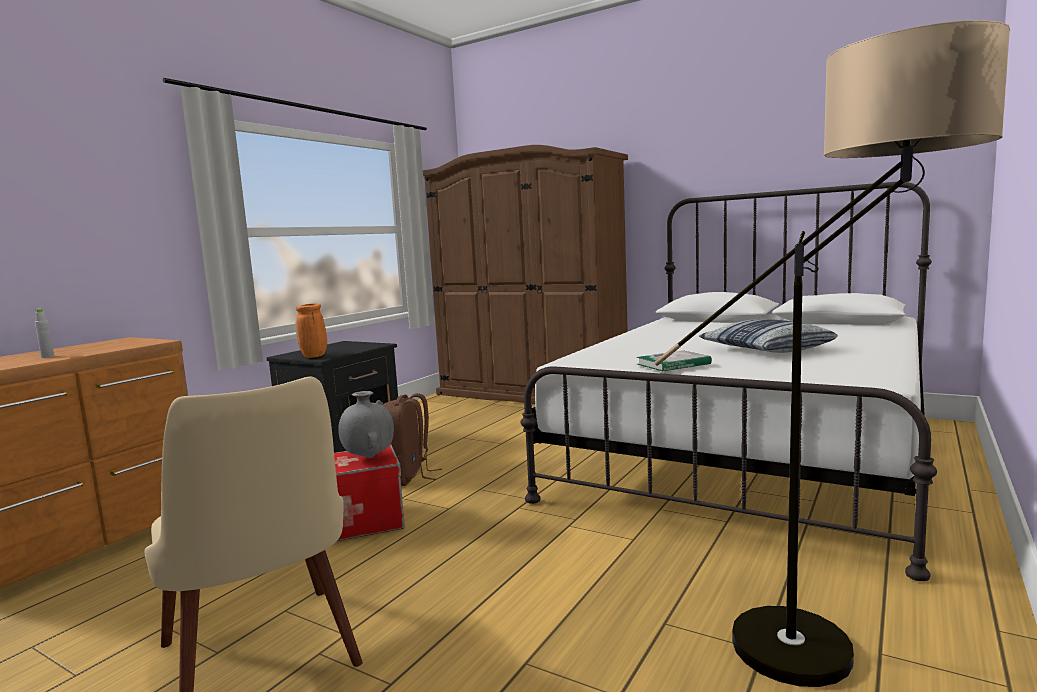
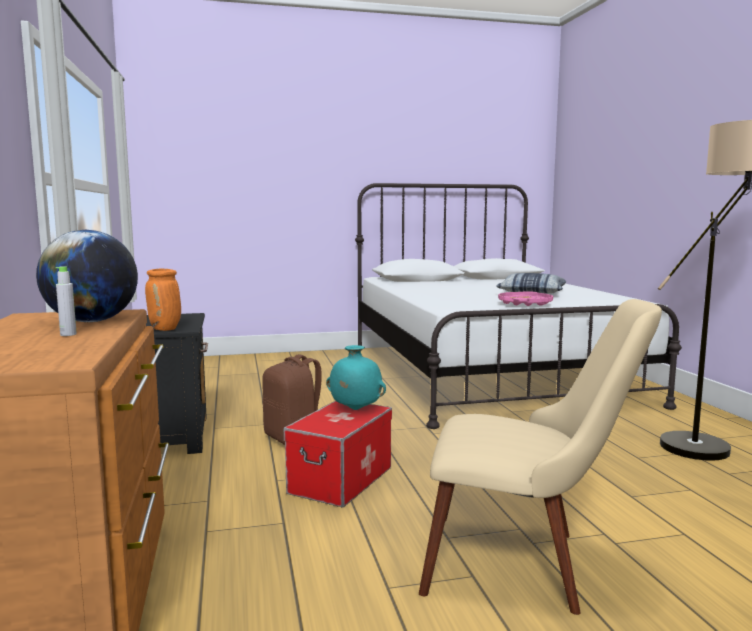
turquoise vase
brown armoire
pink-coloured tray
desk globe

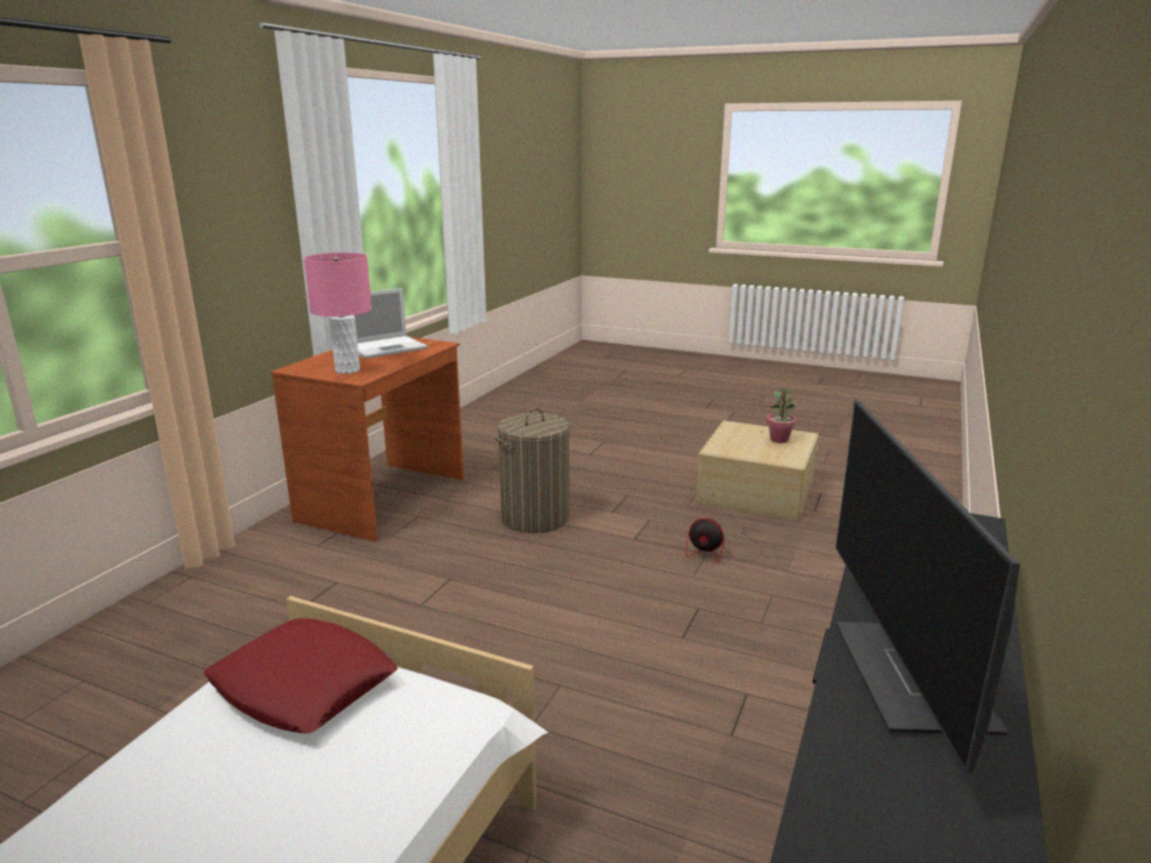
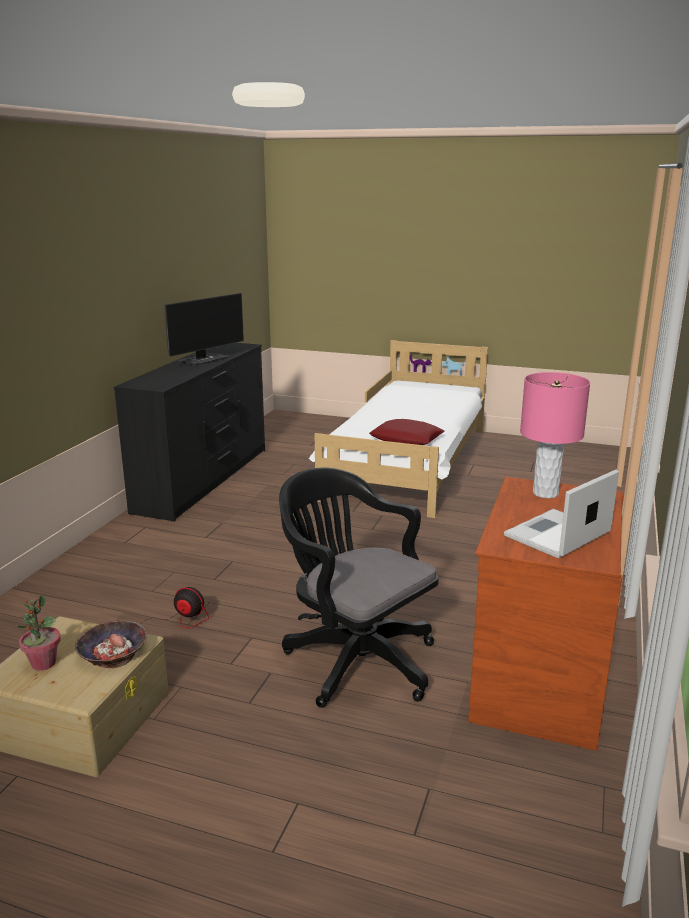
blackish desk chair
monitor
bowl

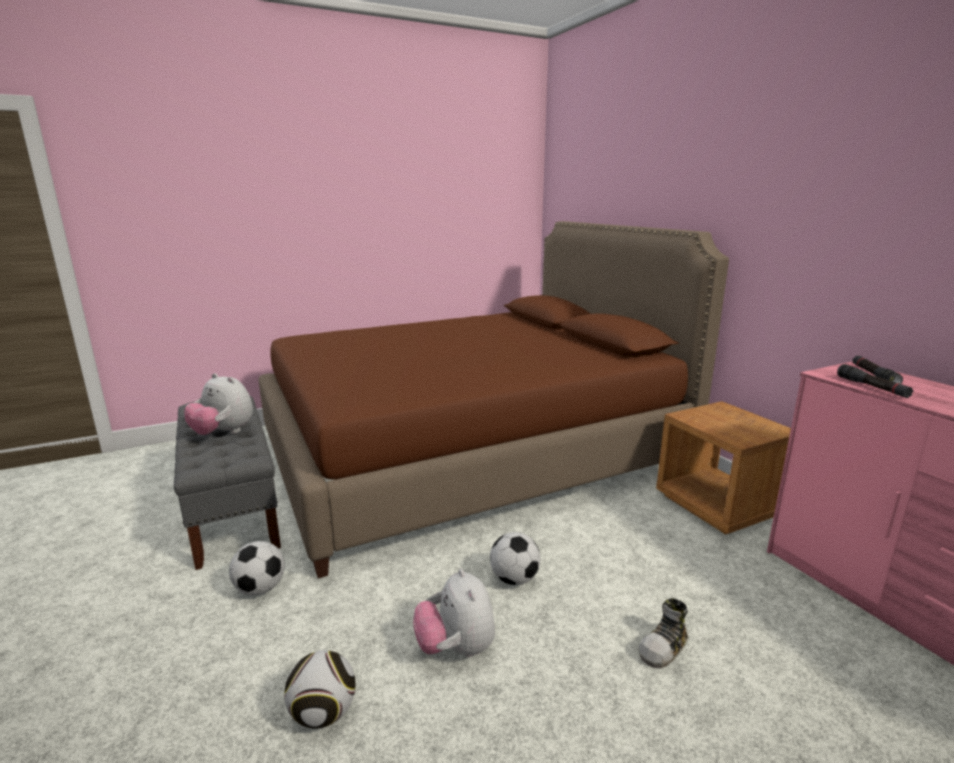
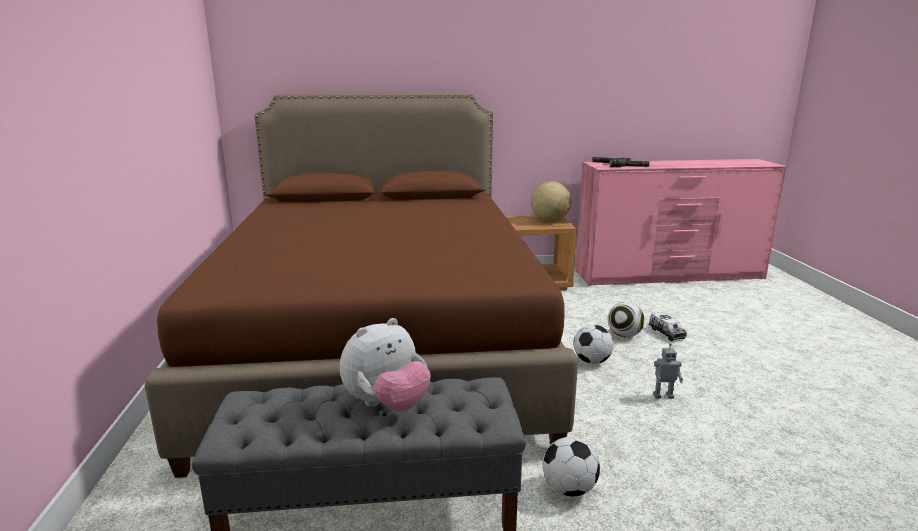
ball for football (3rd from left)
model robot
toy lorry
desk globe

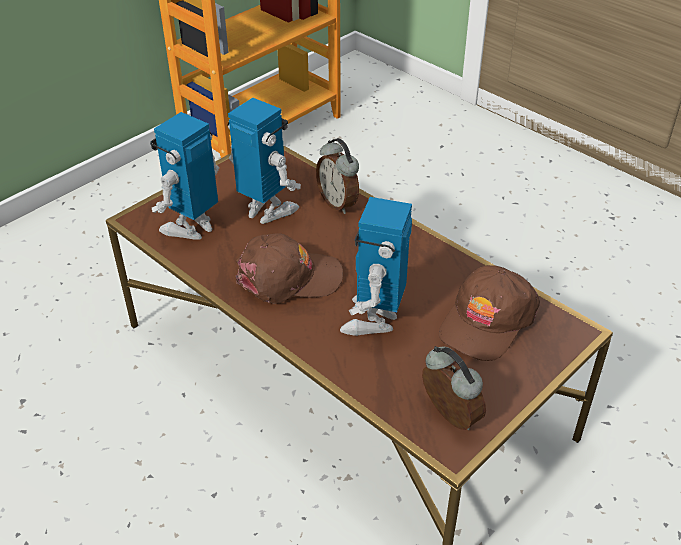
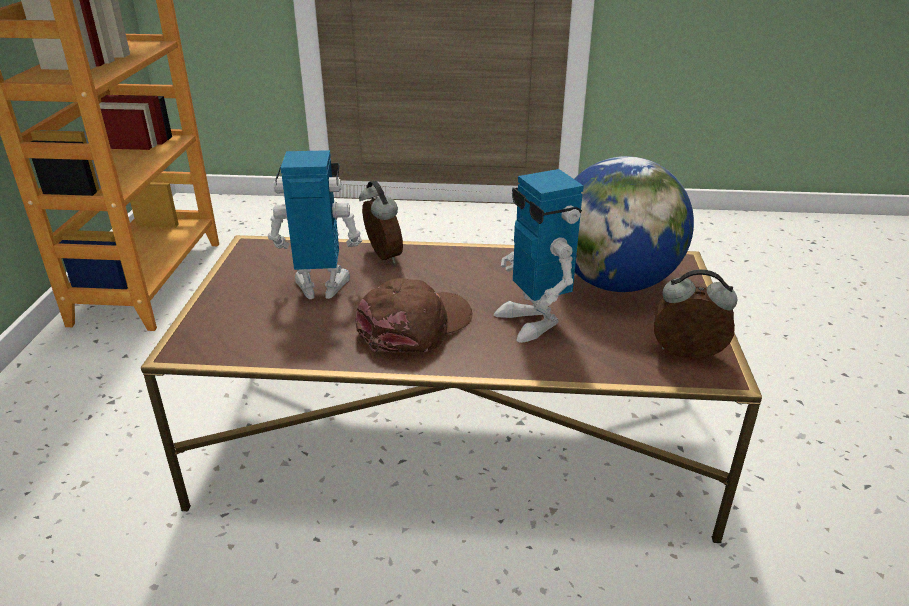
model robot (1st from left in the first image)
bedside clock (1st from left)
desk globe

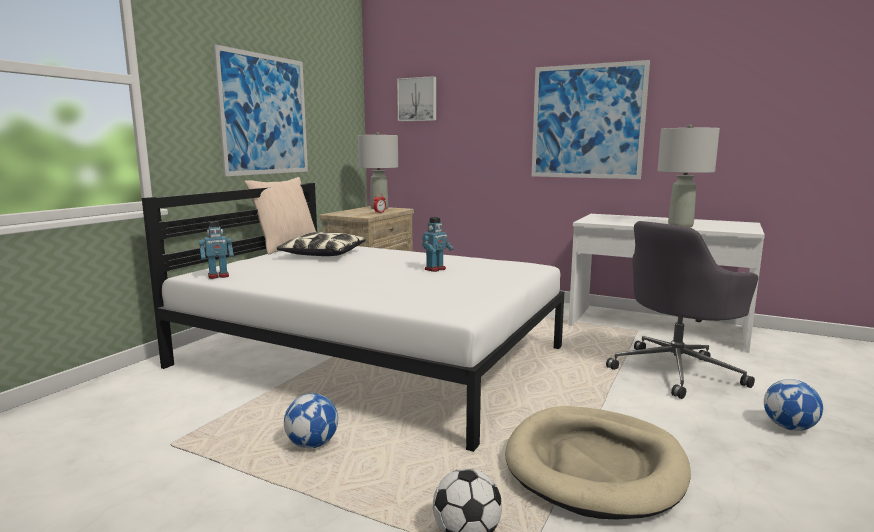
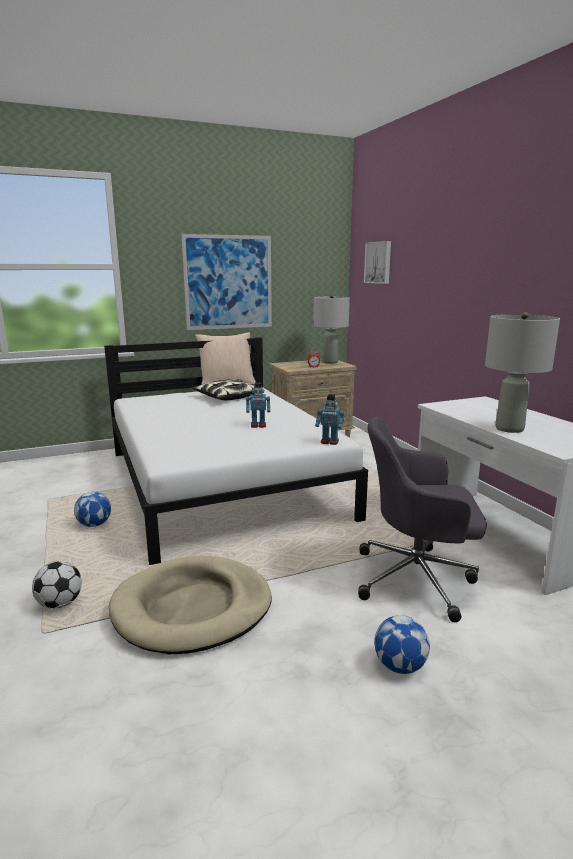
model robot (2nd from left)
wall art (3rd from left in the first image)

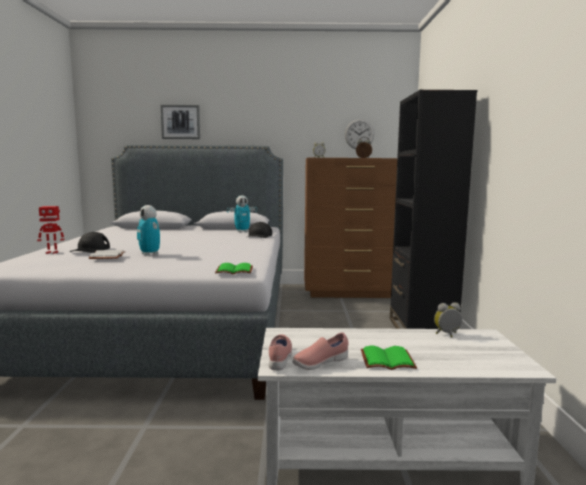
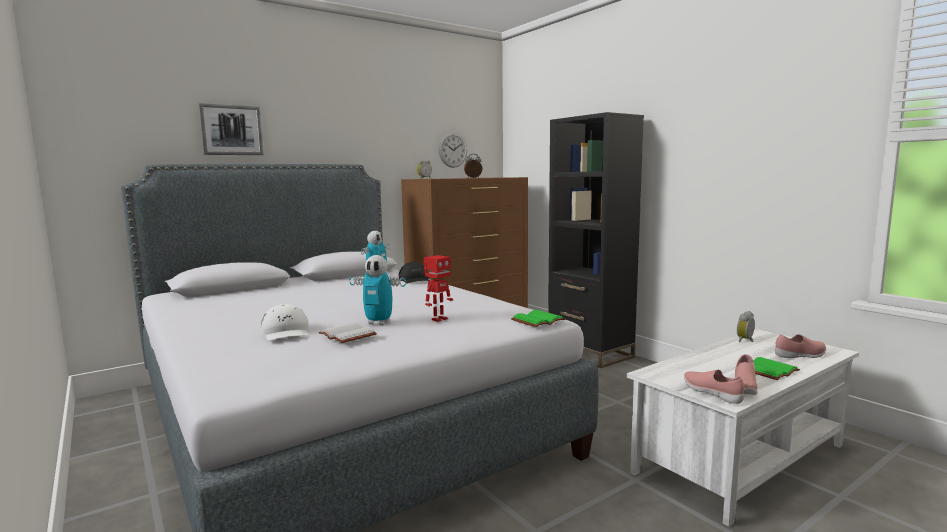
model robot (3rd from left)
whitish peaked cap
pink-coloured low shoe (3rd from left)

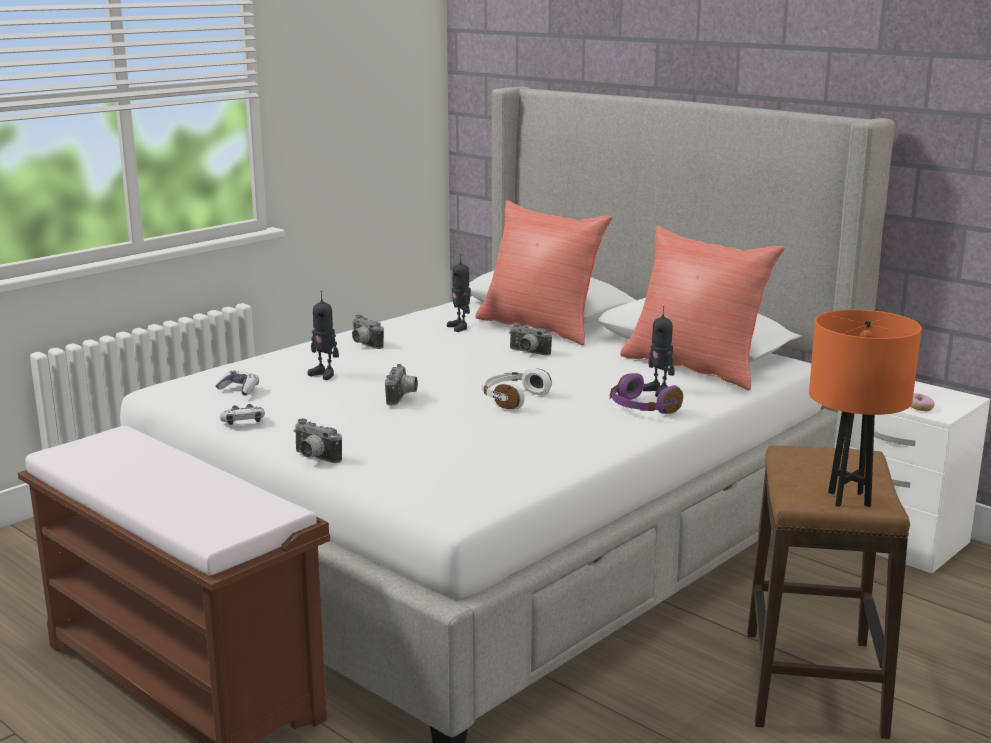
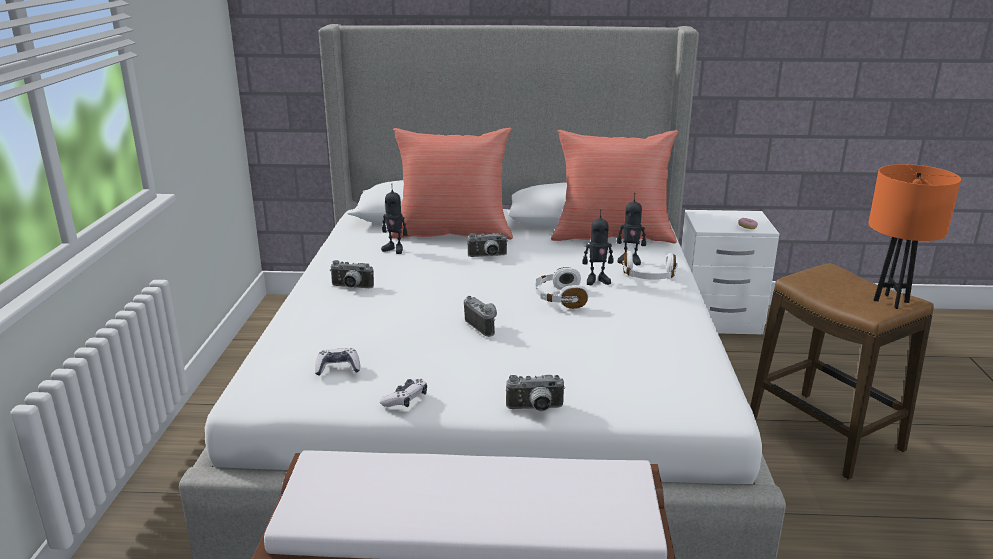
model robot (2nd from left)
whitish headset (2nd from left)

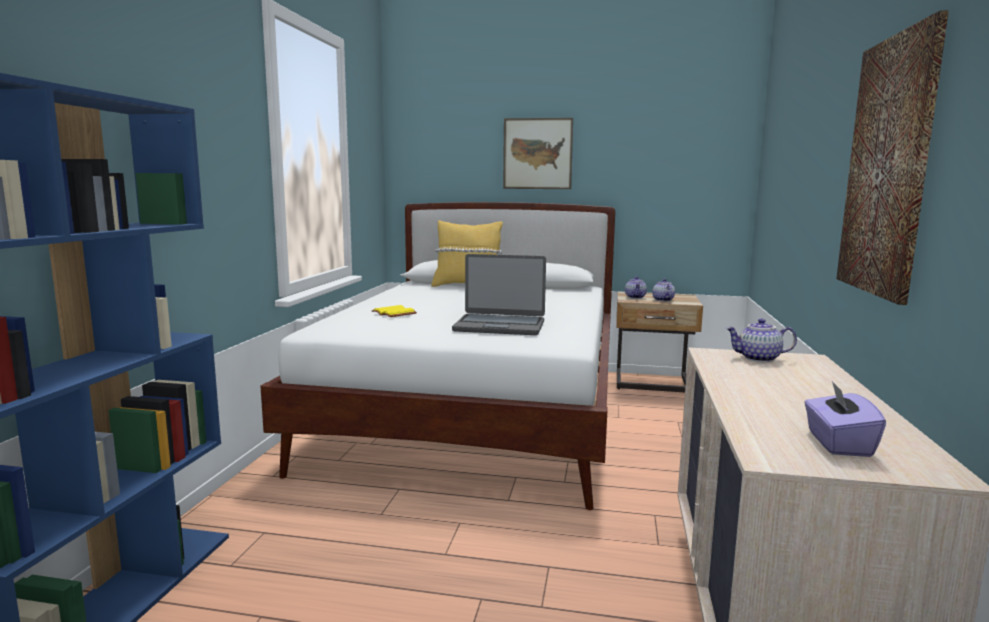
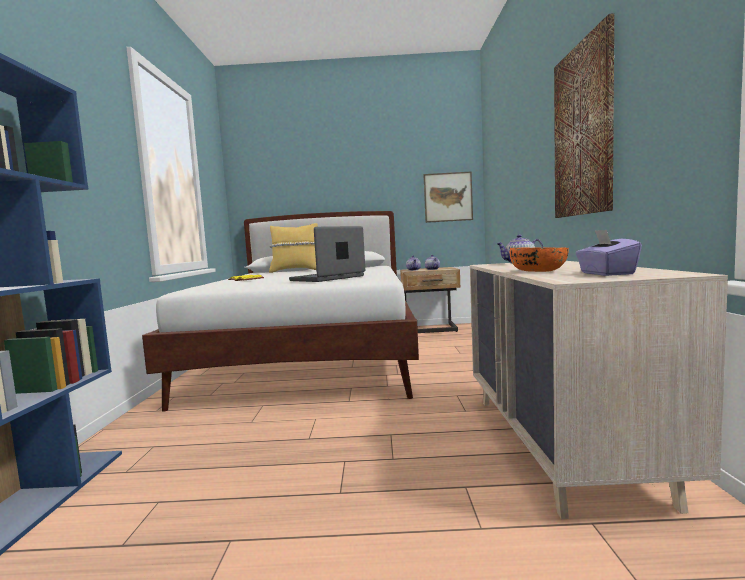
notebook computer
wall art (1st from left)
orangey bowl

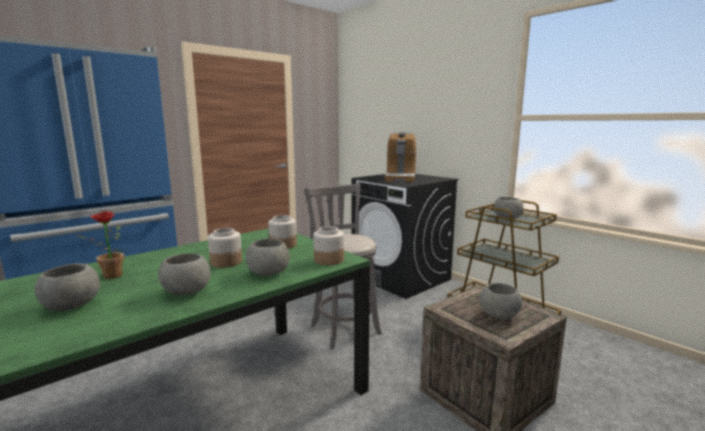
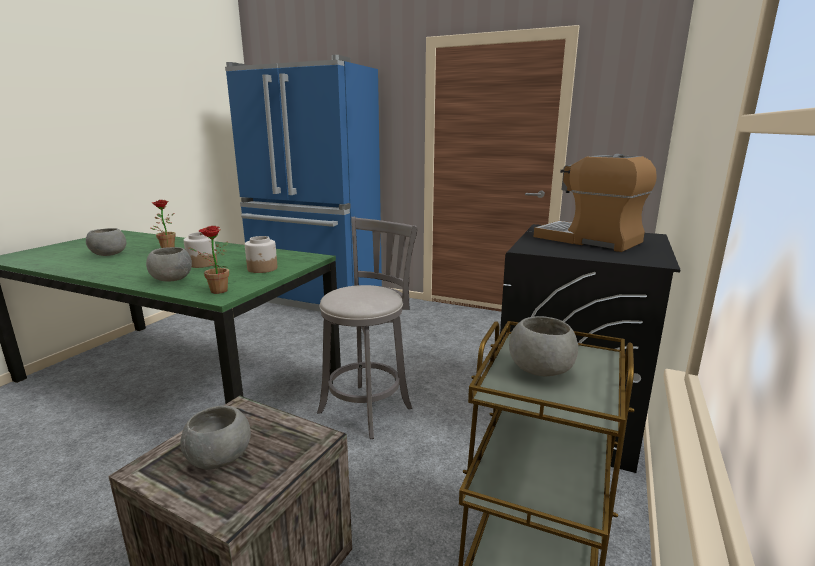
greyish bowl (2nd from left in the first image)
potted plant (2nd from left)
coffee brewer

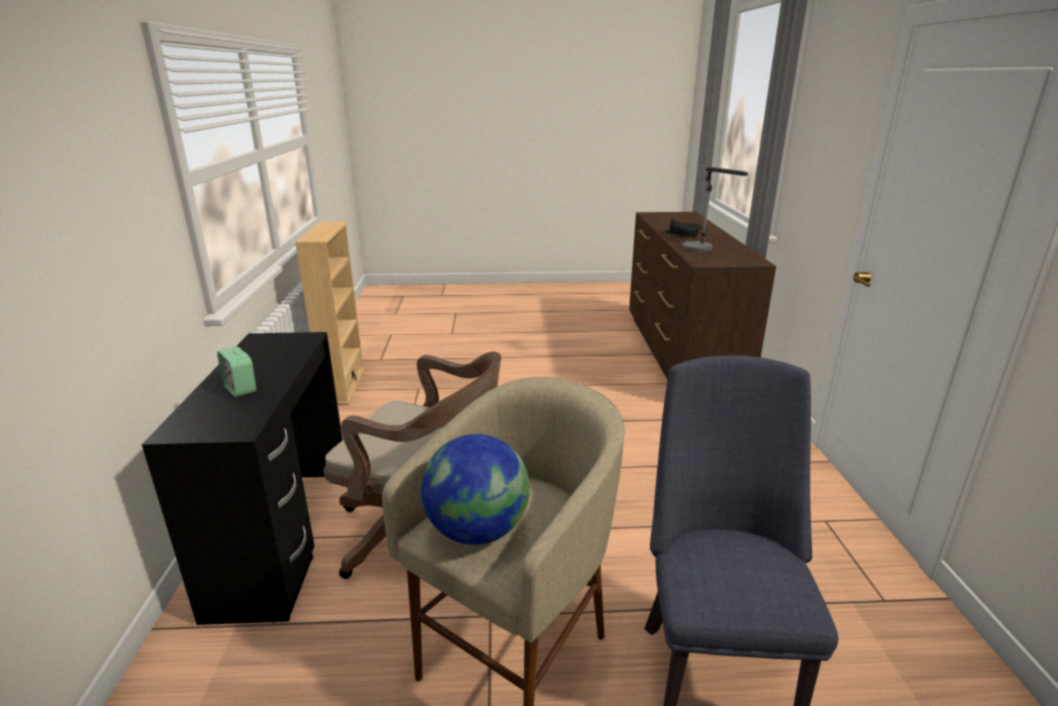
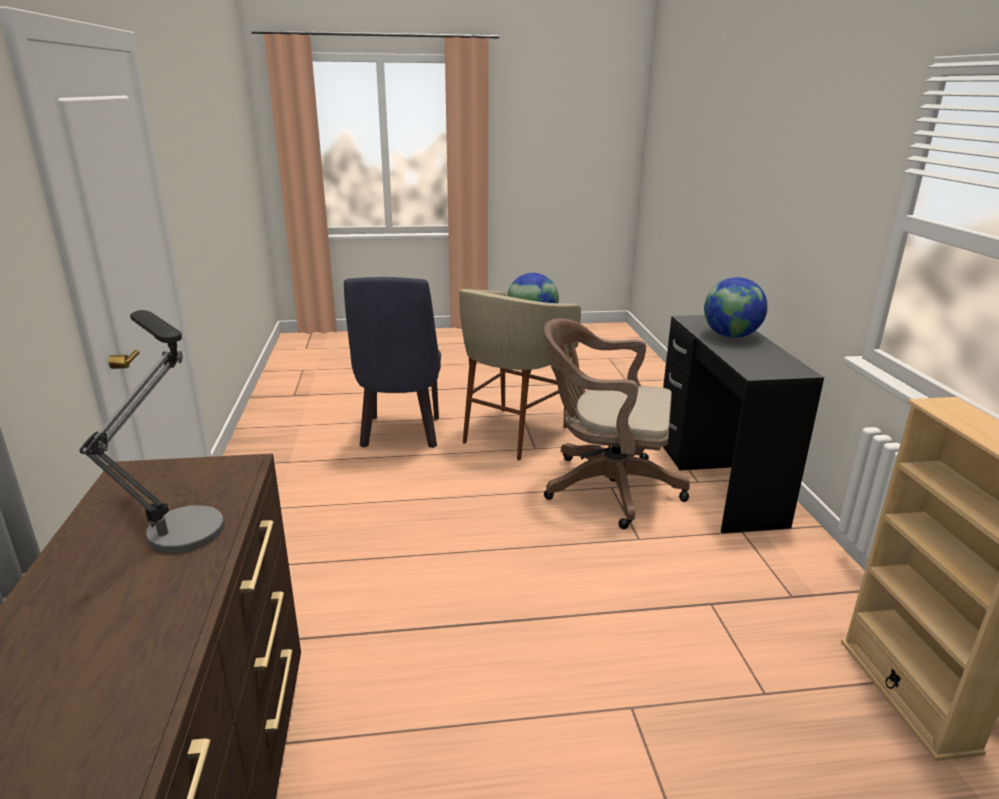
desk globe (2nd from left)
blackish peaked cap

